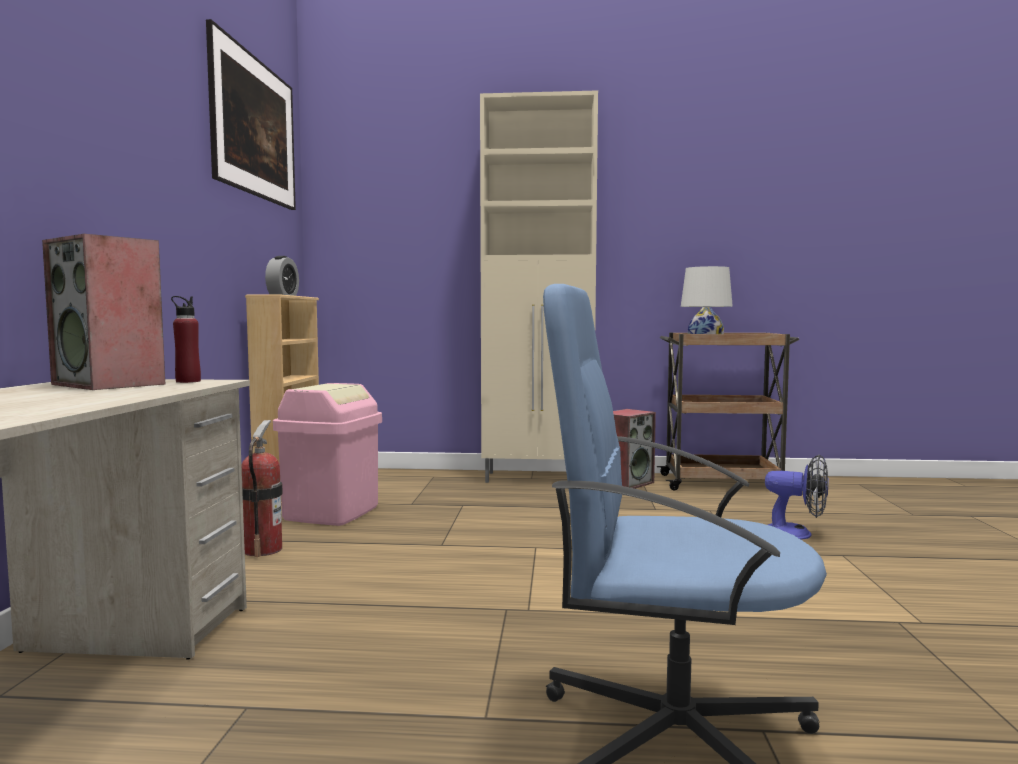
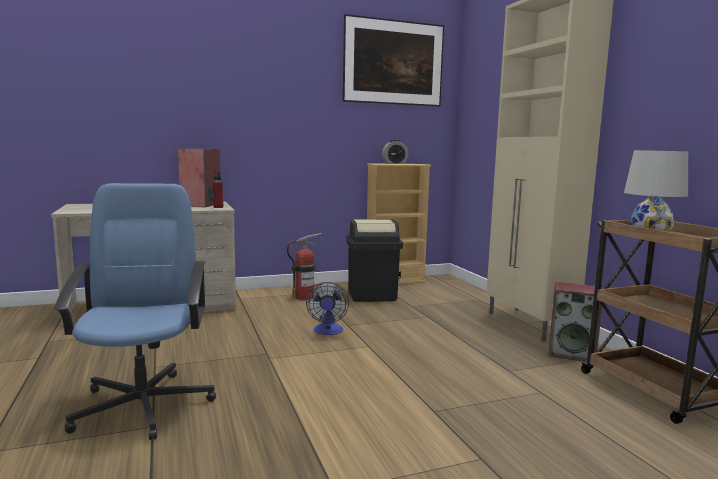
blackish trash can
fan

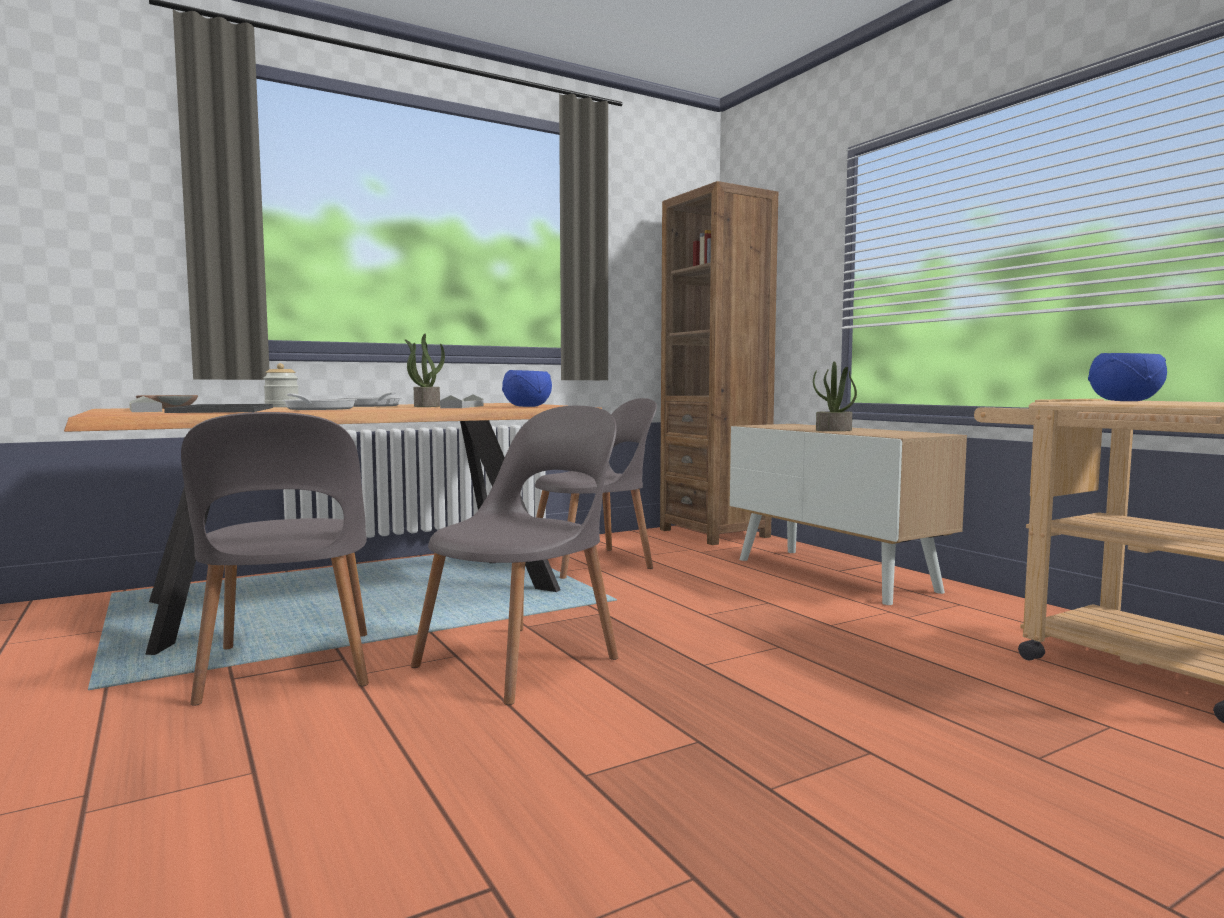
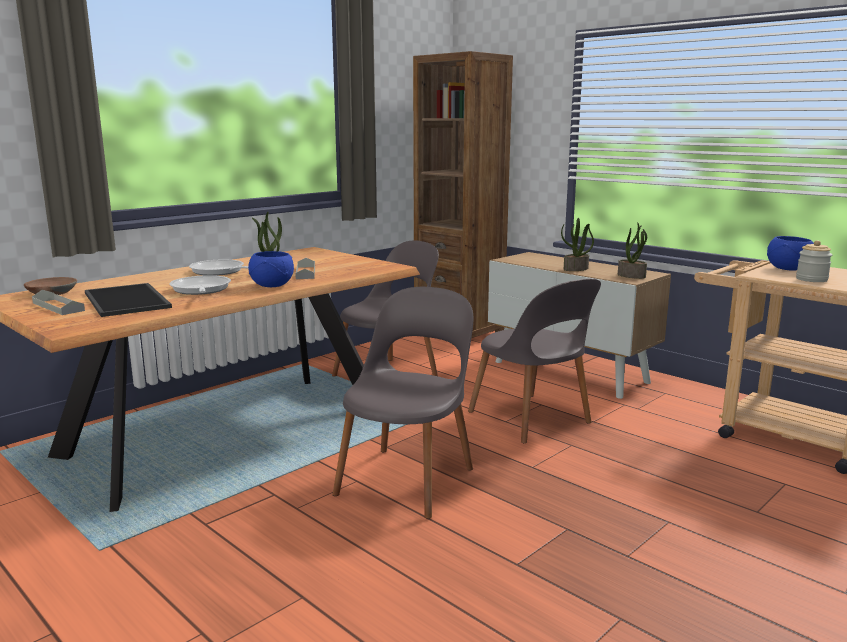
greyish plain chair (3rd from left)
jar
blue-coloured bowl (1st from left)
potted plant (3rd from left)

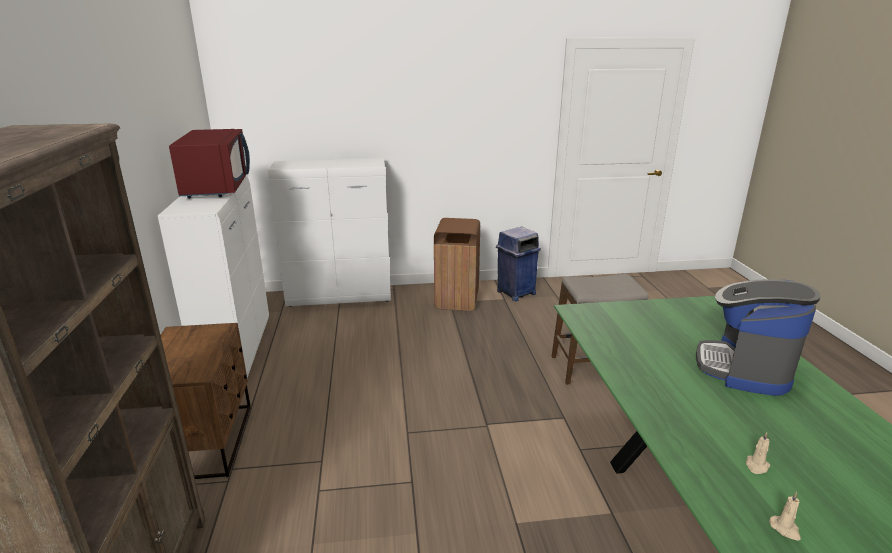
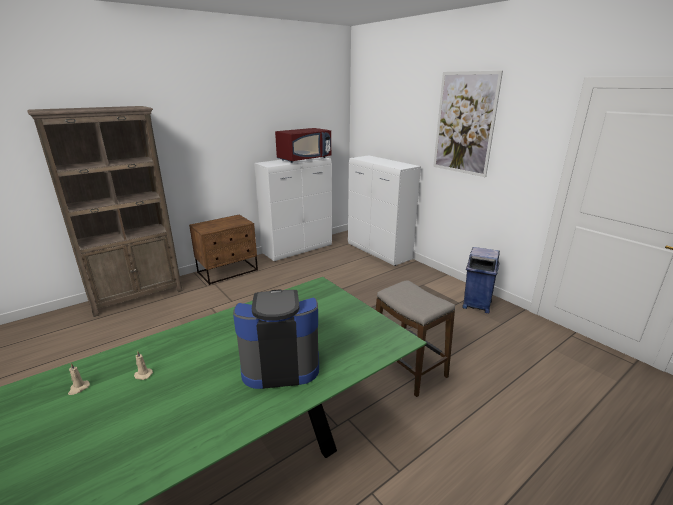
brown trash can
wall art

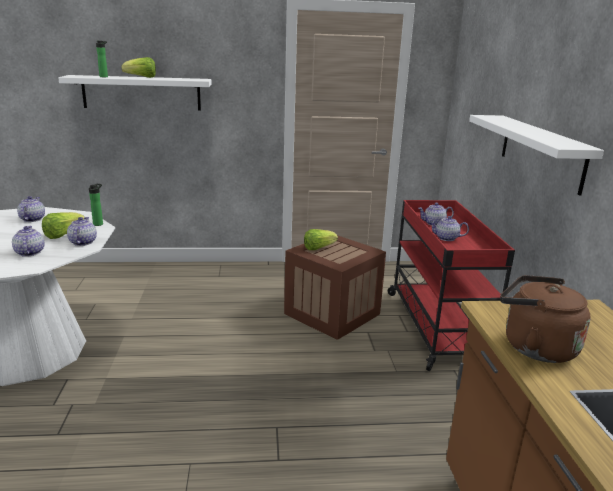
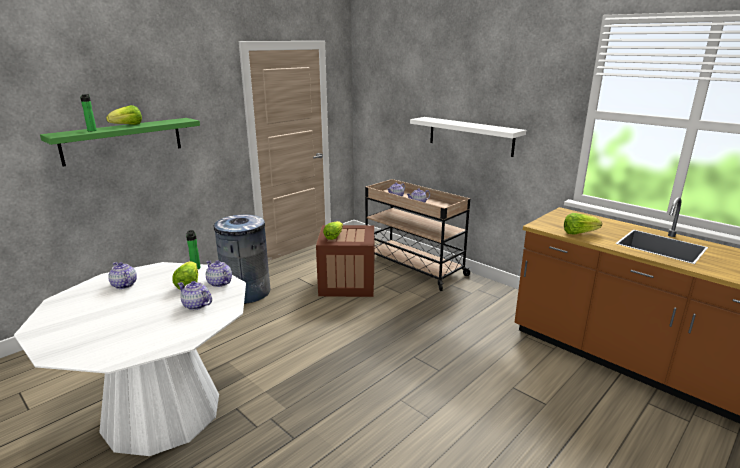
green-coloured bracket shelf
sand-coloured trolley
head of lettuce (4th from left)
greyish trash can

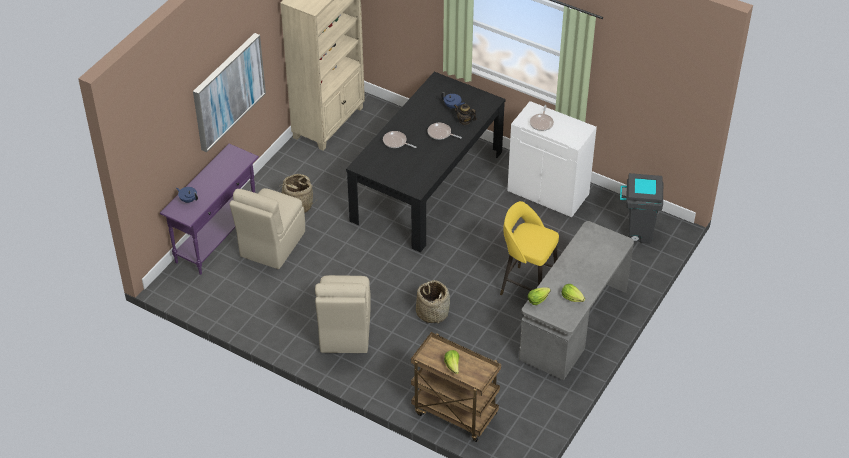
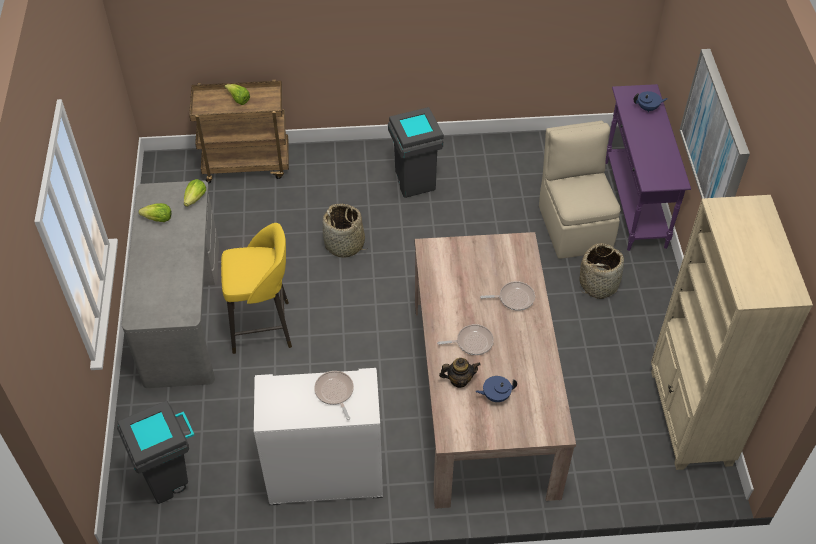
greyish trash can (2nd from left)
sand-coloured dinner table

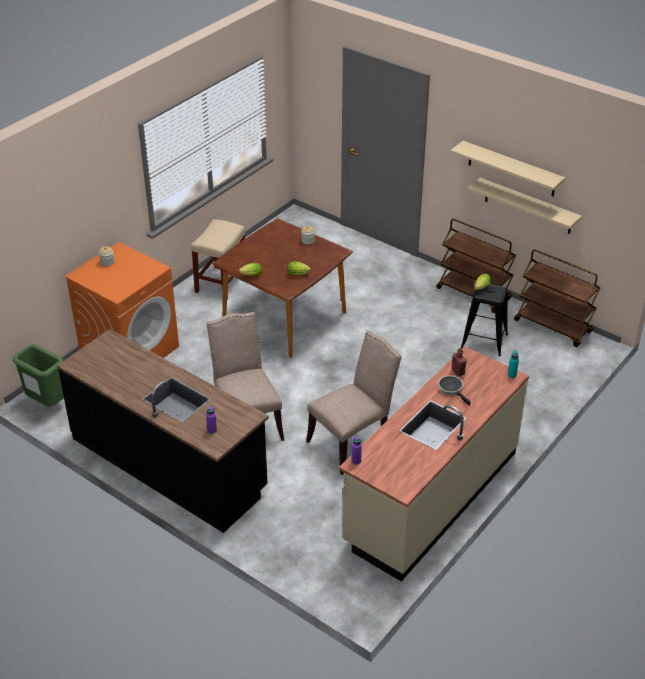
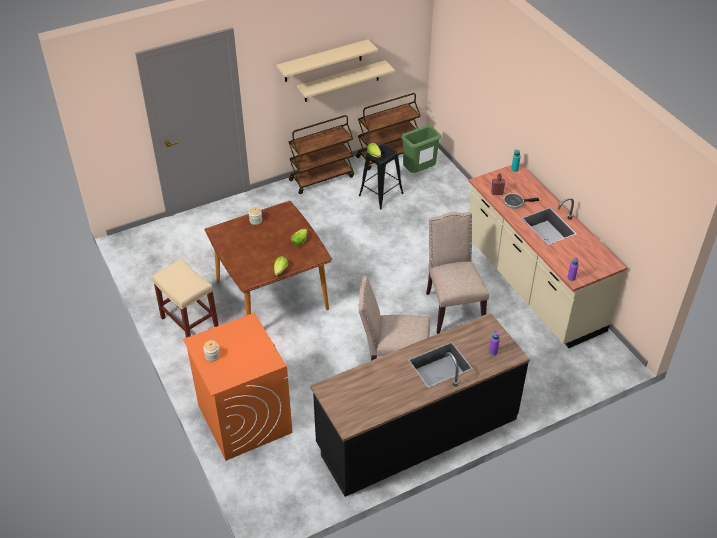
green-coloured trash can

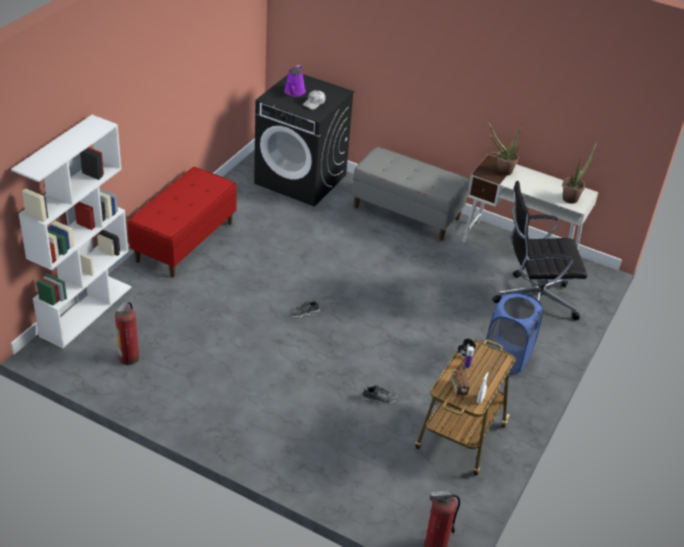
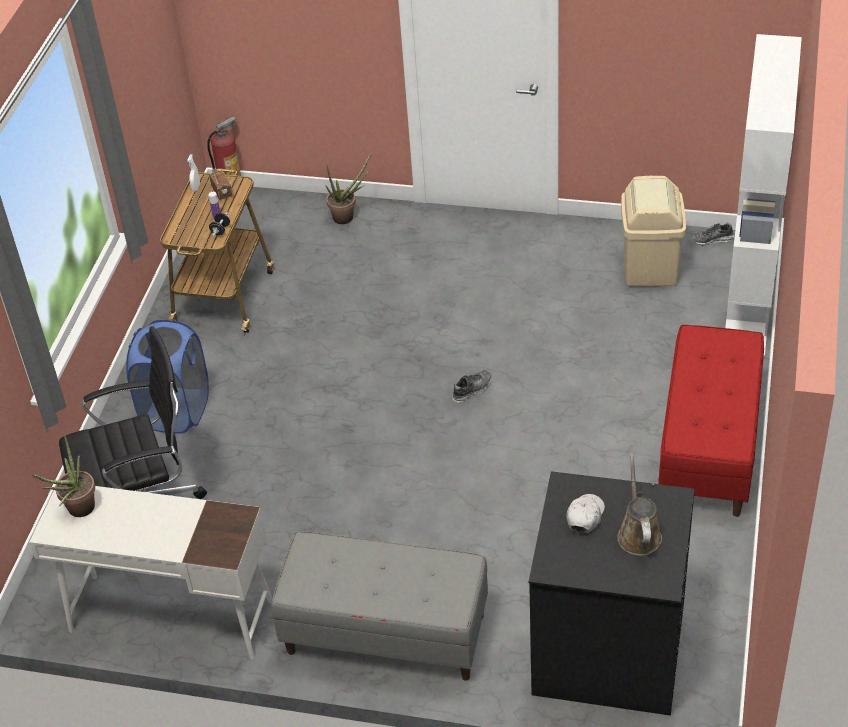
sand-coloured trash can
brown watering can
low shoe (2nd from left)
potted plant (2nd from left)

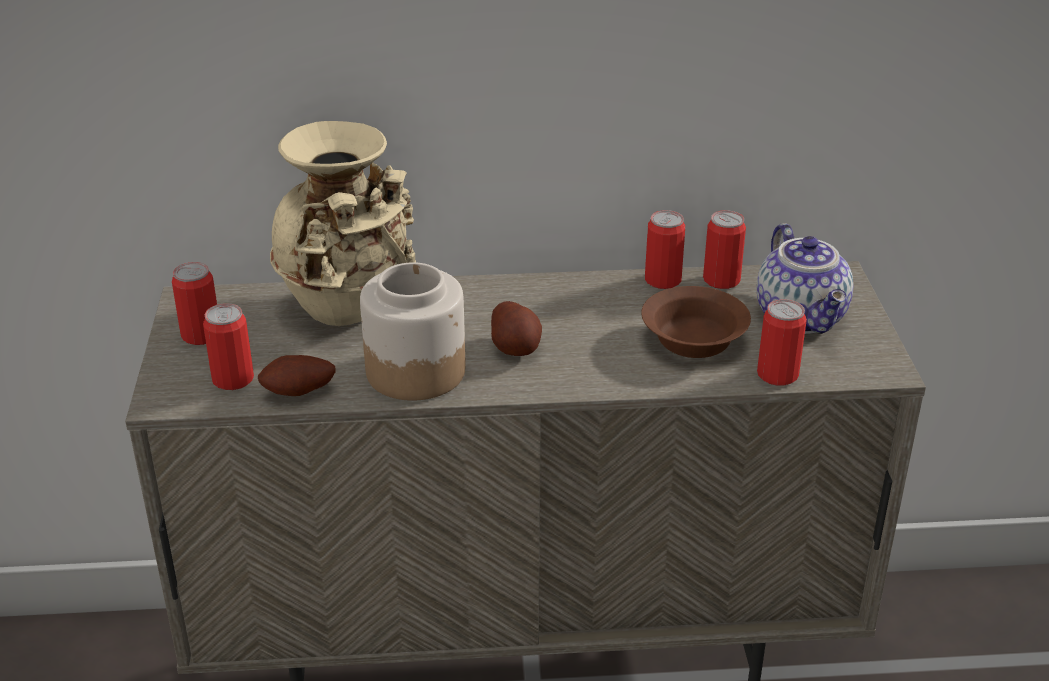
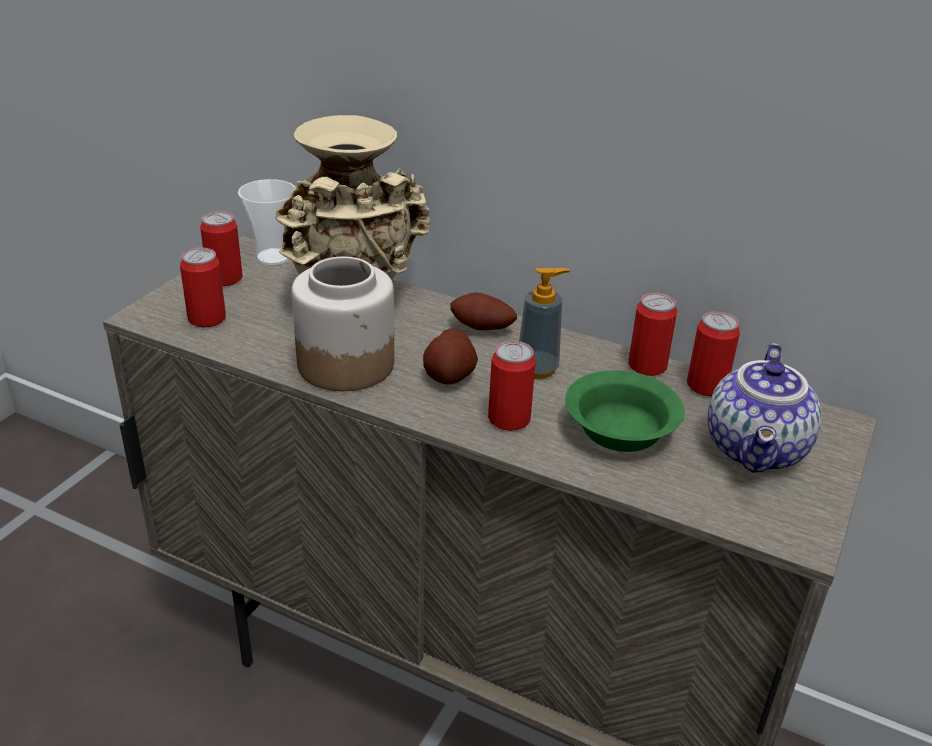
spud (2nd from left)
green-coloured bowl
metal can (3rd from left)
small cup
soap dispenser

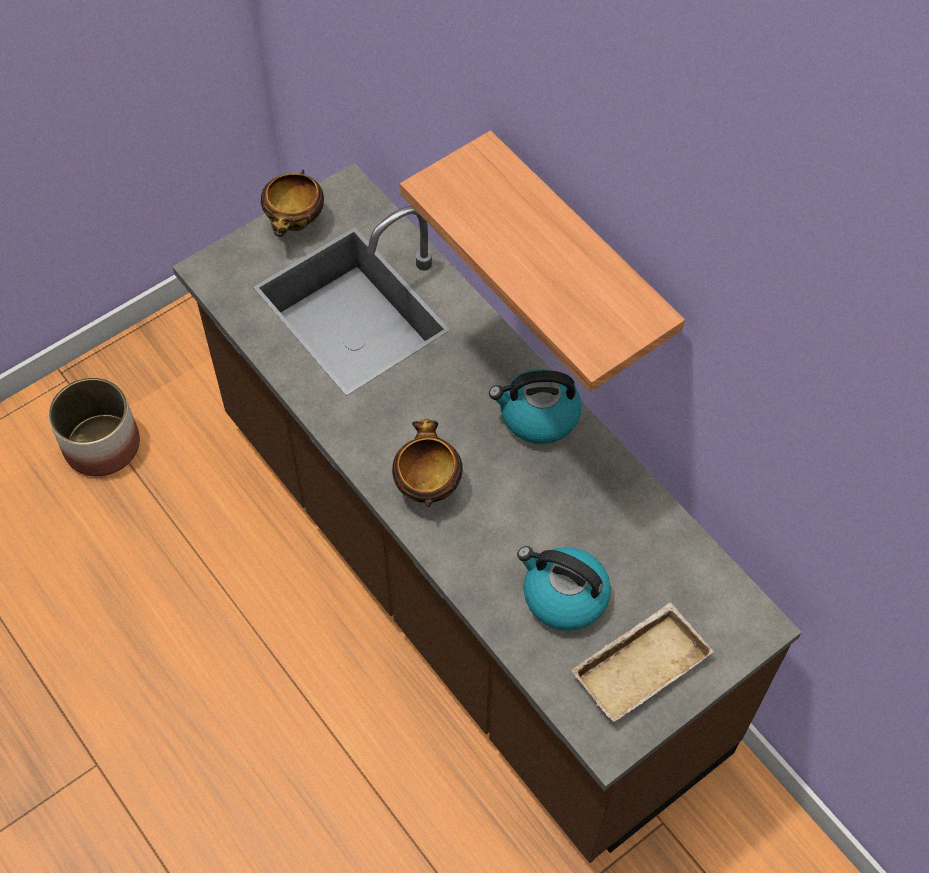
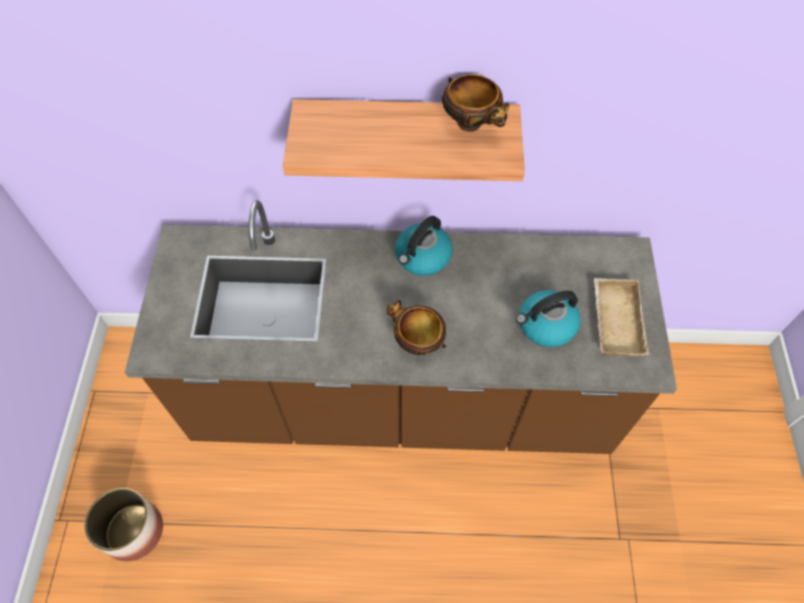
bowl (2nd from left)

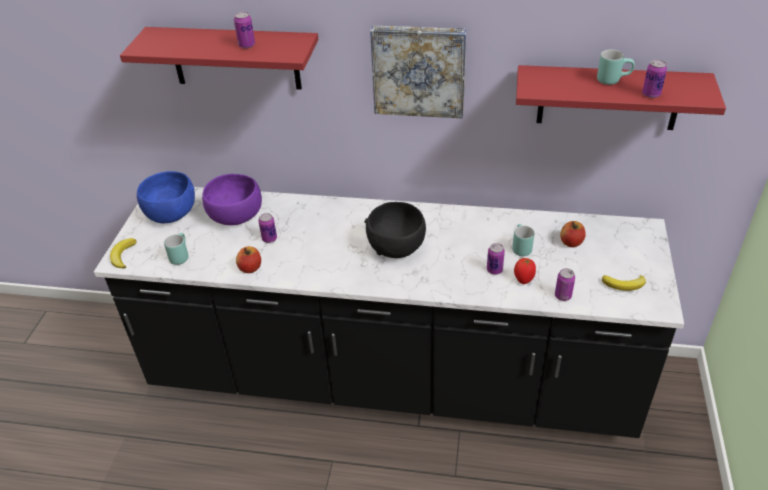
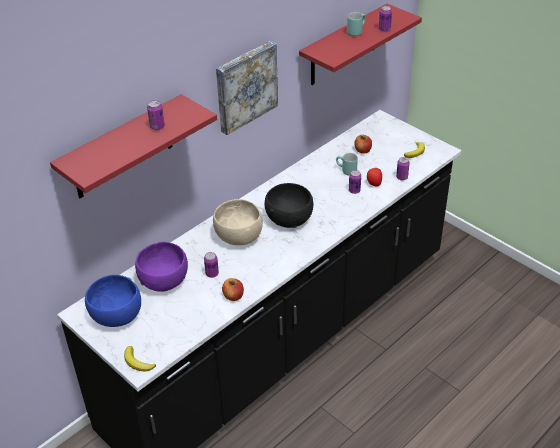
turquoise tea mug (1st from left in the first image)
sand-coloured bowl

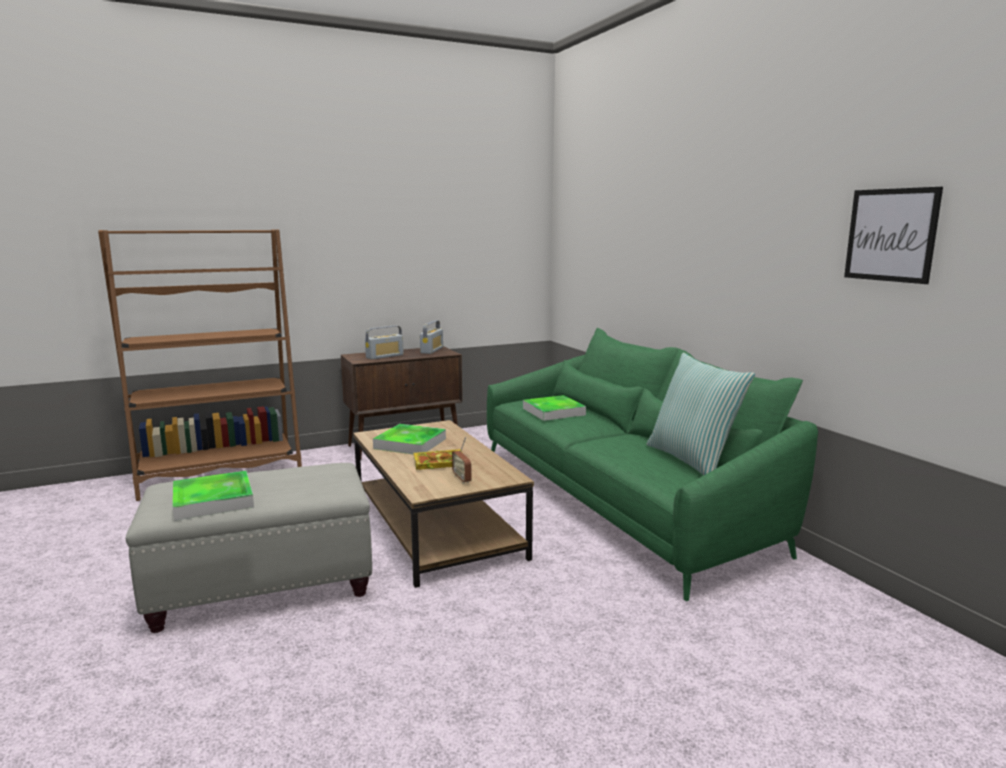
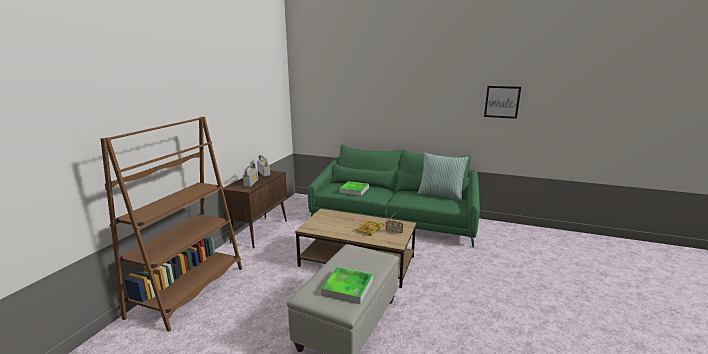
tray (2nd from left in the first image)

